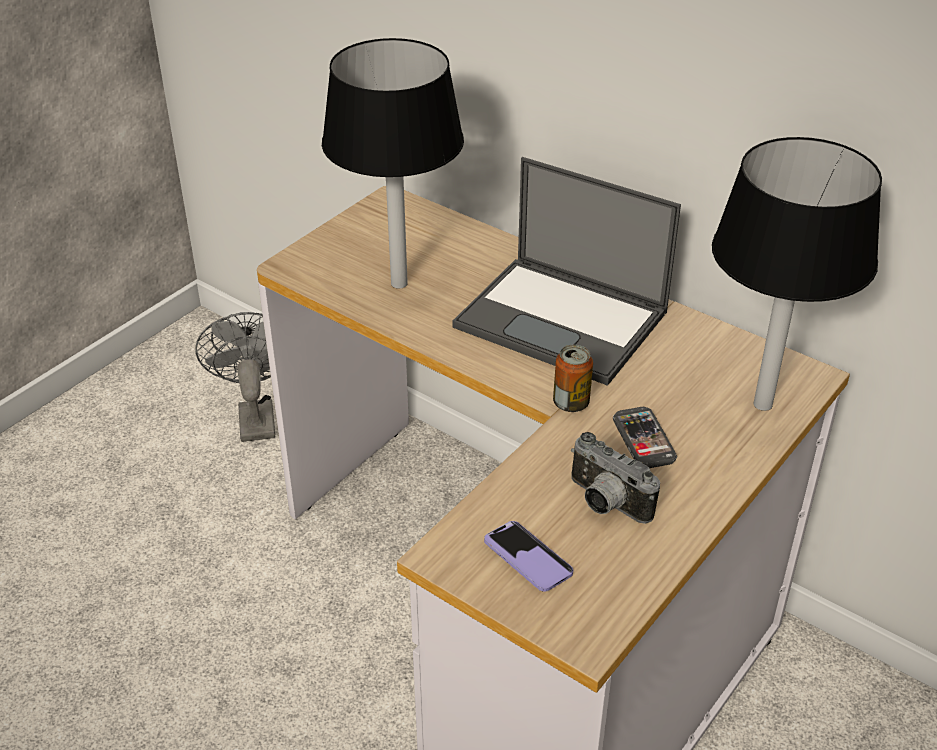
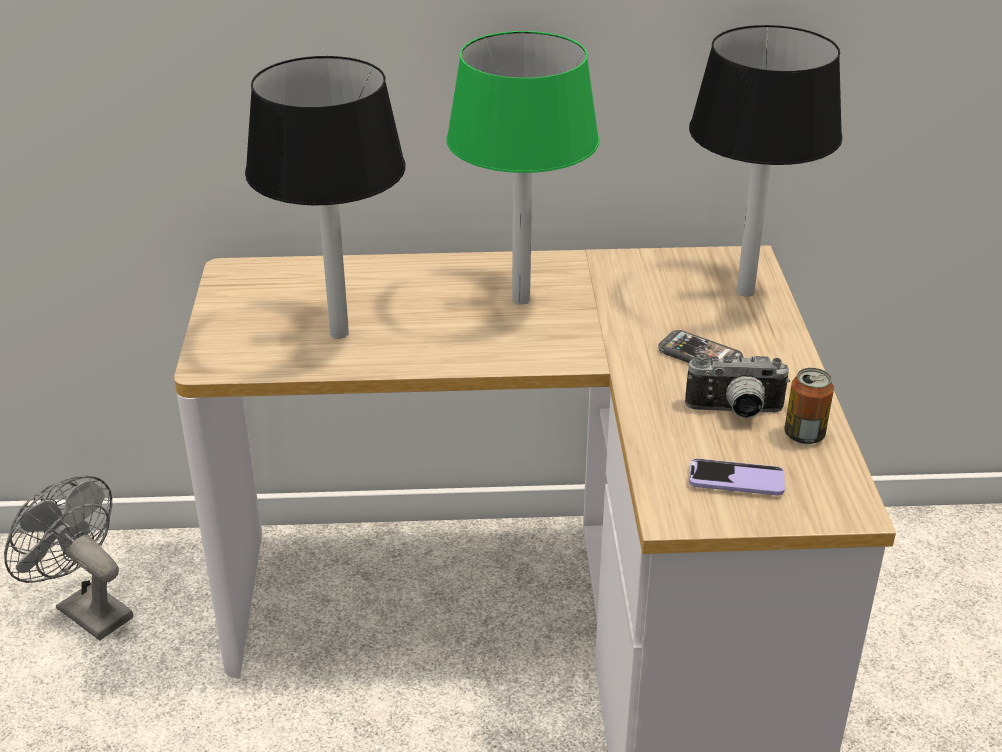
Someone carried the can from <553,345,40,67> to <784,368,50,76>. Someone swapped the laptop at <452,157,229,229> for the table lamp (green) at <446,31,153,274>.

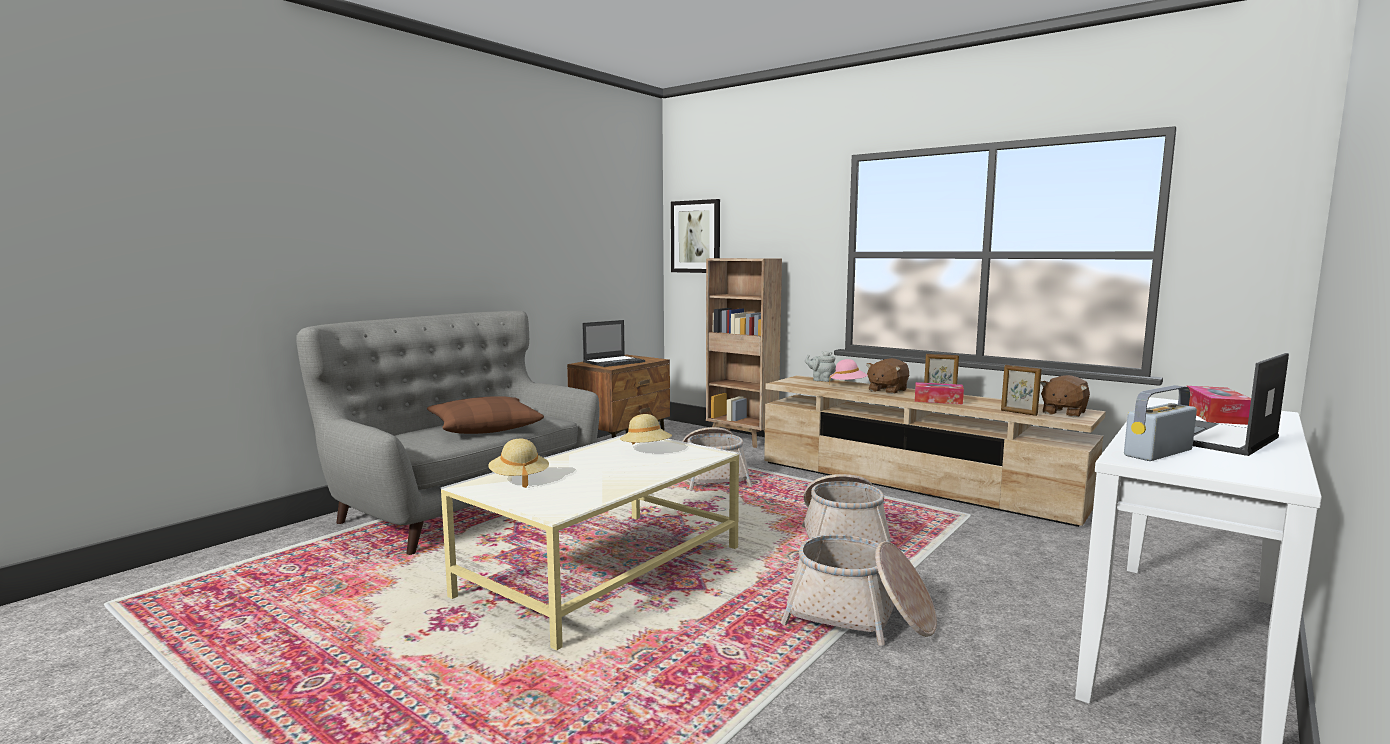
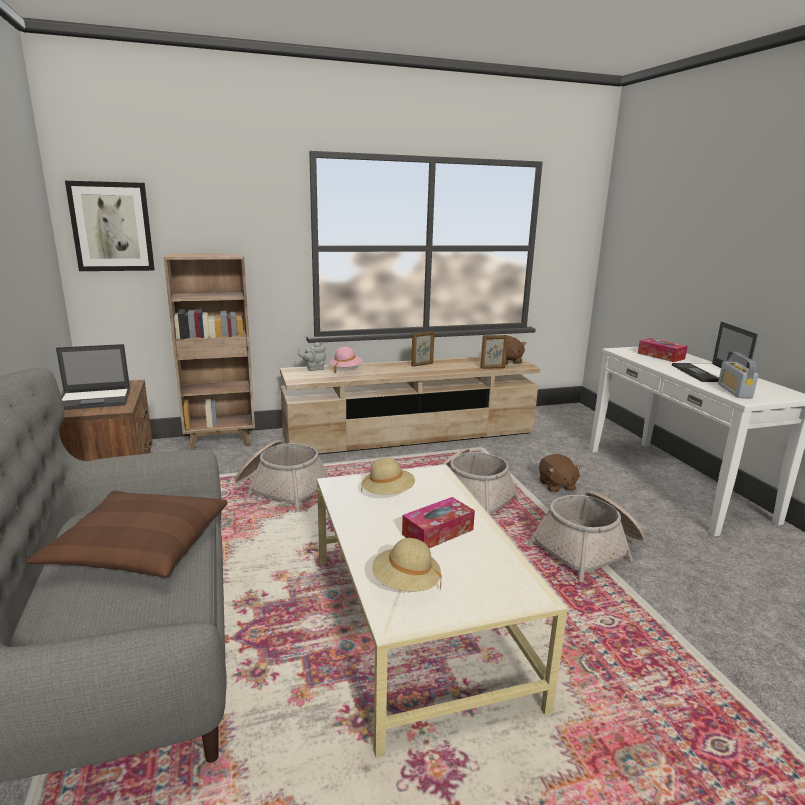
Someone carried the plush toy (brown) from <866,358,43,36> to <539,454,43,39>. Someone carried the tissue box from <915,382,49,22> to <402,497,73,51>. Someone rotated the laptop at <582,320,63,47> by 75 degrees clockwise.

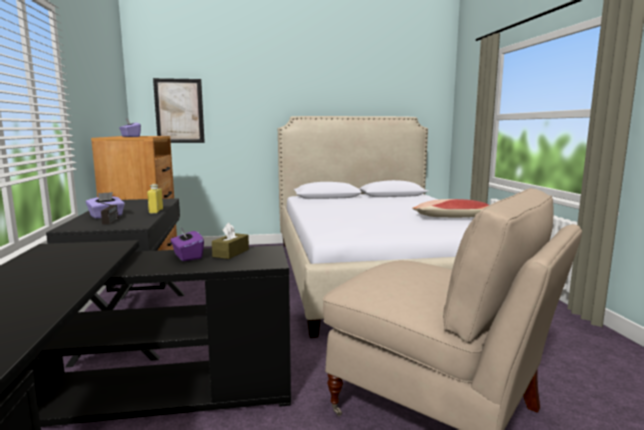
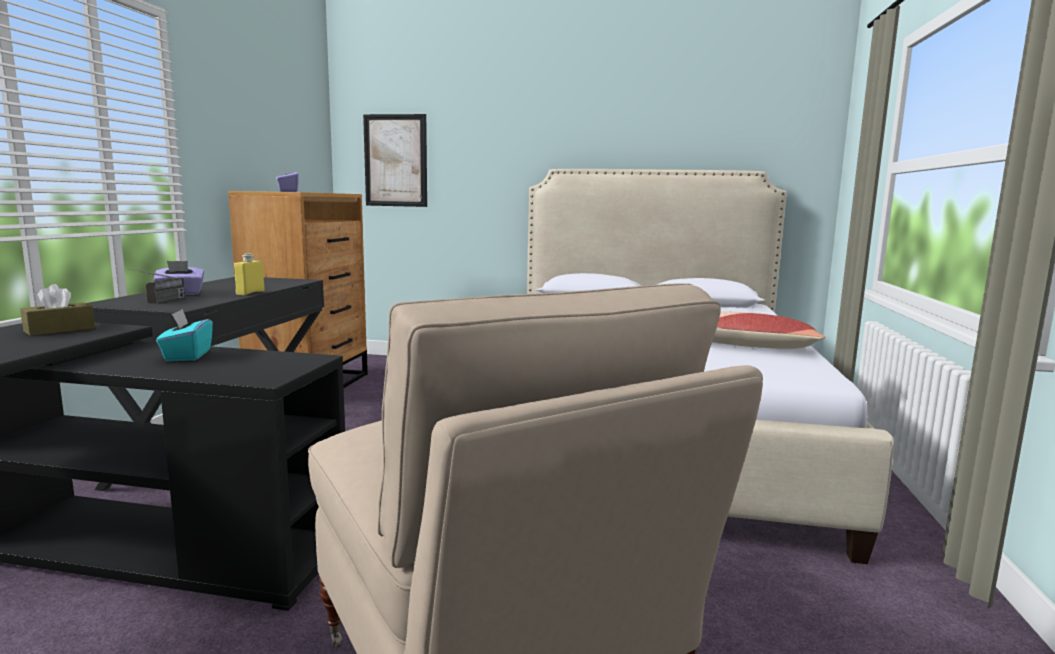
Someone carried the tissue box (brown) from <212,223,37,36> to <20,284,75,52>. Someone repainted the tissue box (purple) at <170,226,34,35>, which became the tissue box (turquoise) at <156,309,57,52>.

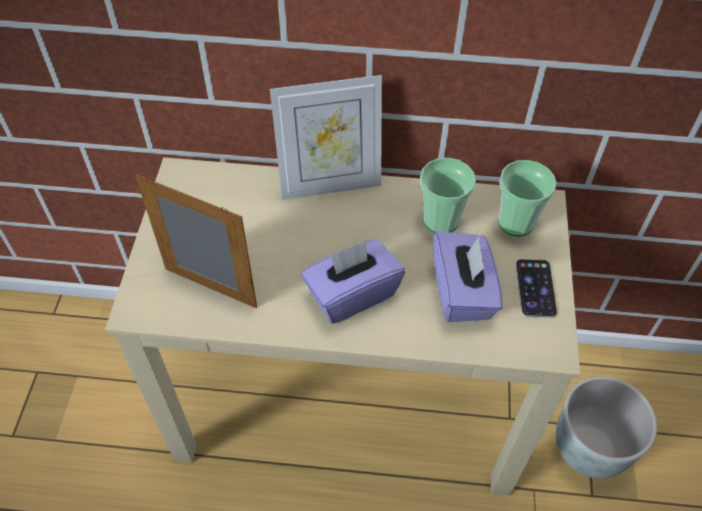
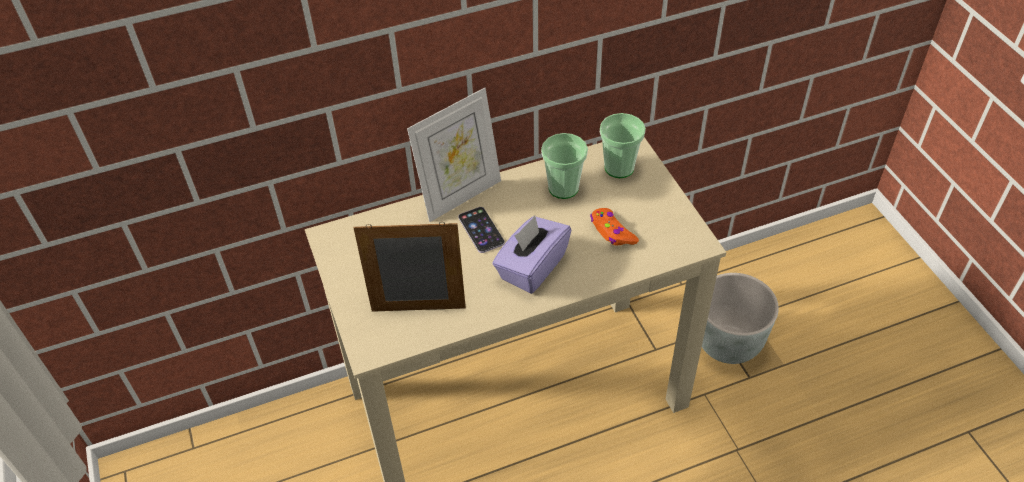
Someone carried the phone from <516,259,41,59> to <458,207,47,46>. Someone swapped the tissue box (purple) at <433,231,70,91> for the game controller (orange) at <590,208,49,38>.

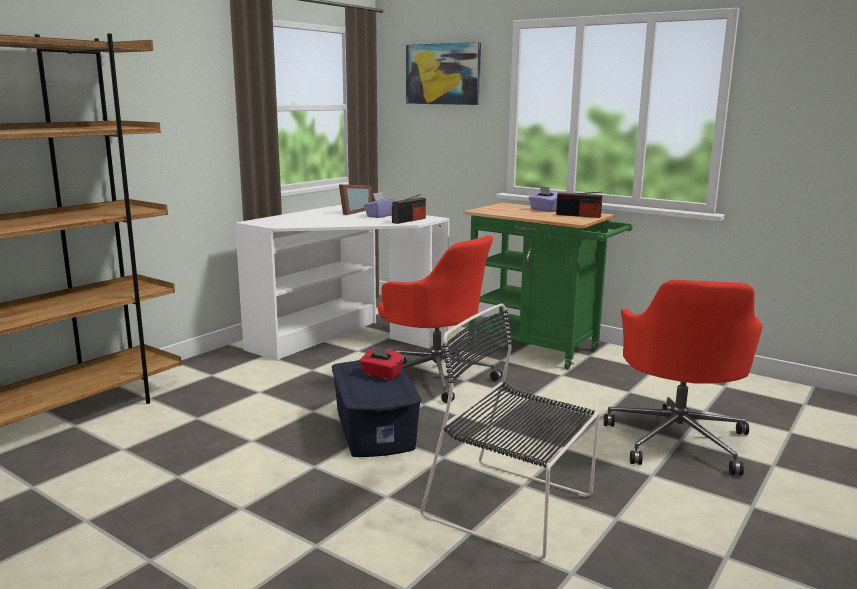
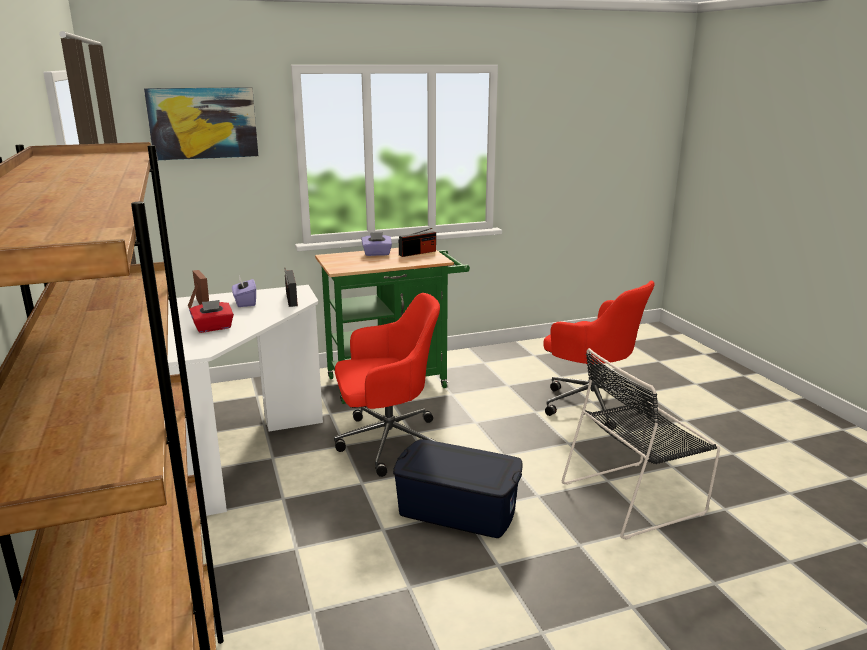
Someone carried the tissue box (red) from <359,346,45,34> to <189,300,45,33>.

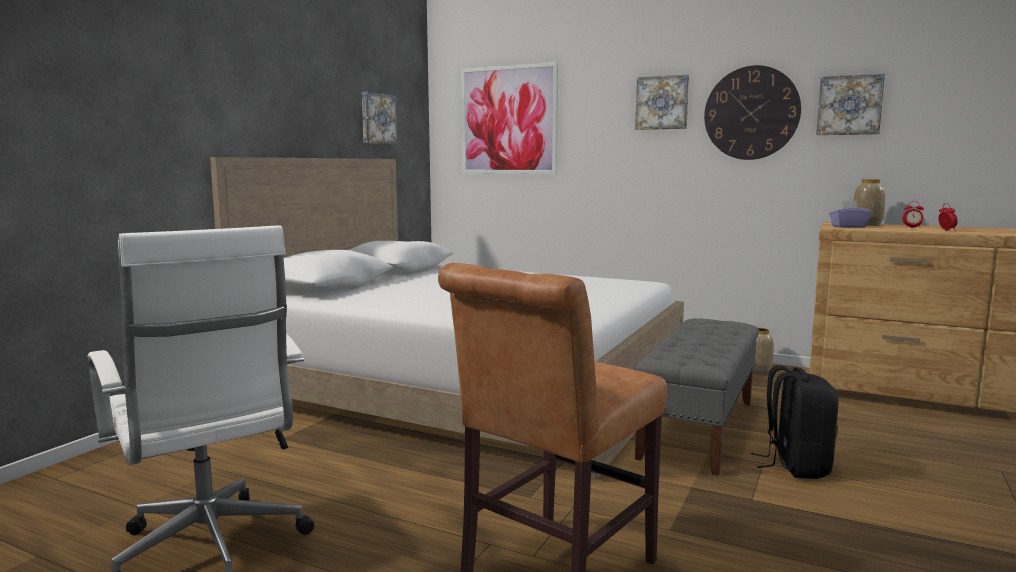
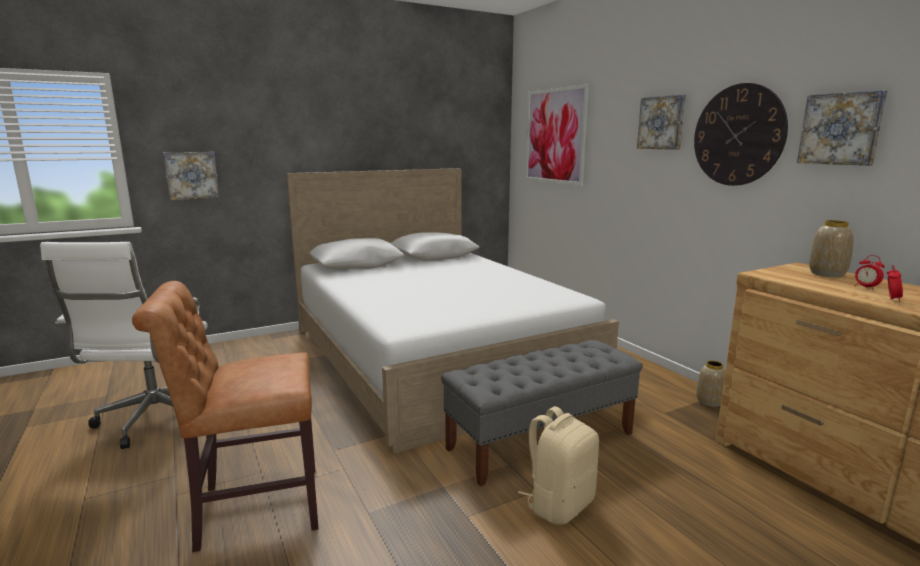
Someone took away the tissue box (purple) at <829,201,42,27>. Someone carried the picture from <362,92,35,52> to <163,152,57,48>. Someone repainted the backpack (black) at <751,366,88,113>, which became the backpack (beige) at <518,406,81,119>.

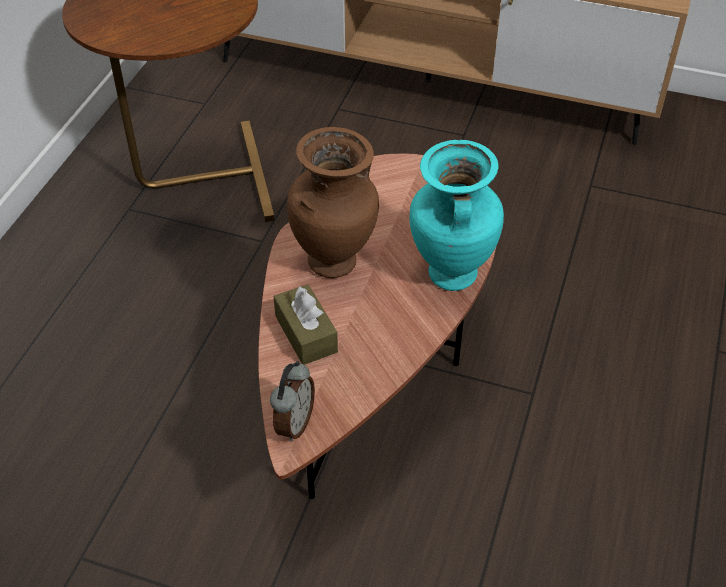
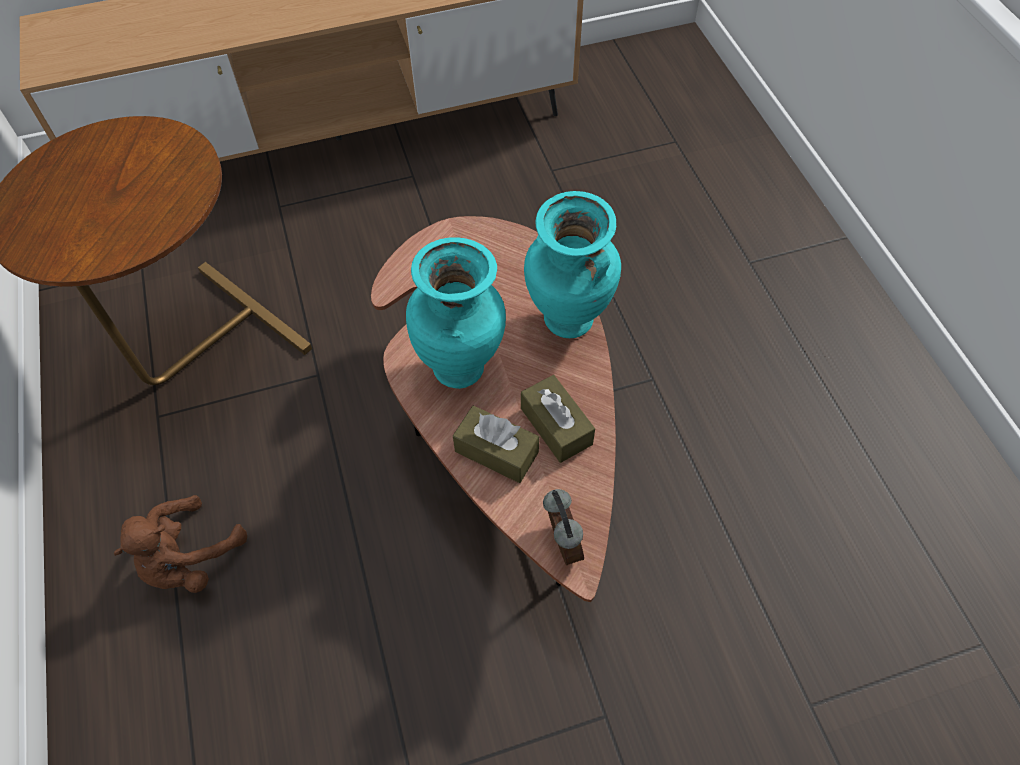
Someone put down the plush toy (brown) at <114,495,133,98>. Someone put down the tissue box (brown) at <521,375,74,88>. Someone repainted the vase (brown) at <287,127,92,151>, which became the vase (turquoise) at <406,237,100,152>.

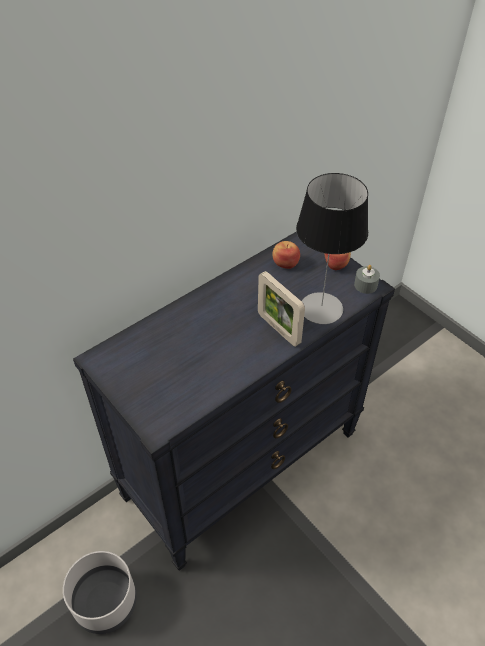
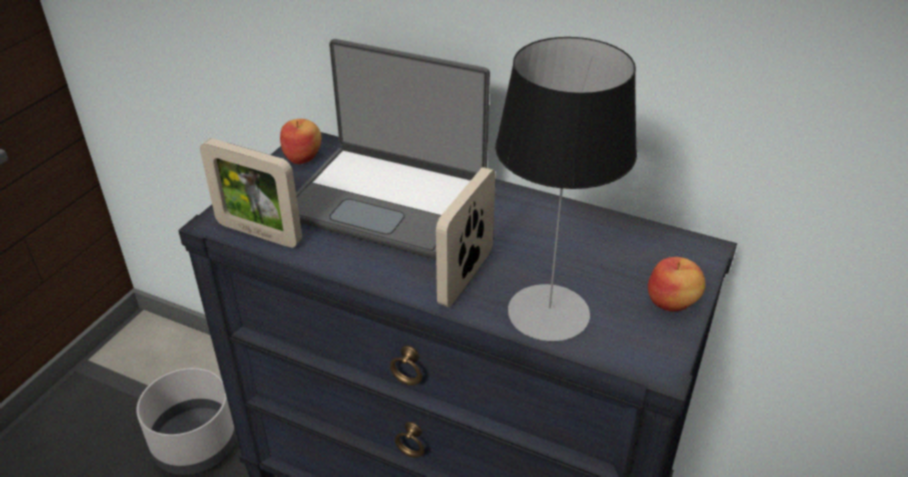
Someone took away the candle (grey) at <354,265,26,29>. Someone put down the picture frame at <200,138,102,110>. Someone put down the laptop at <296,39,194,220>. Someone carried the apple from <272,241,28,28> to <280,119,41,45>.

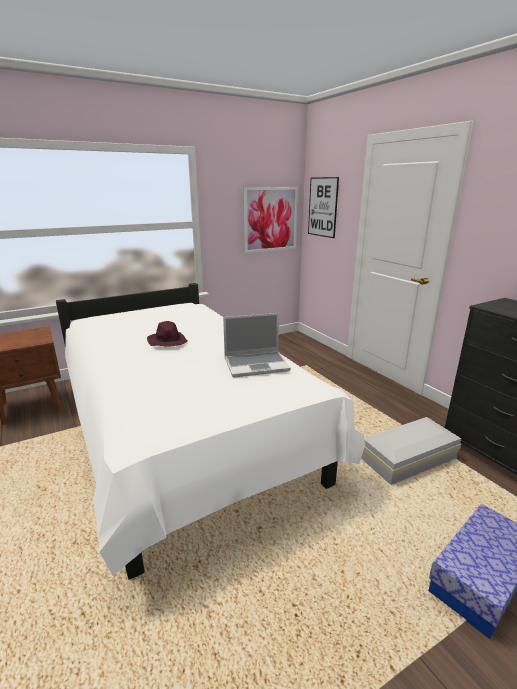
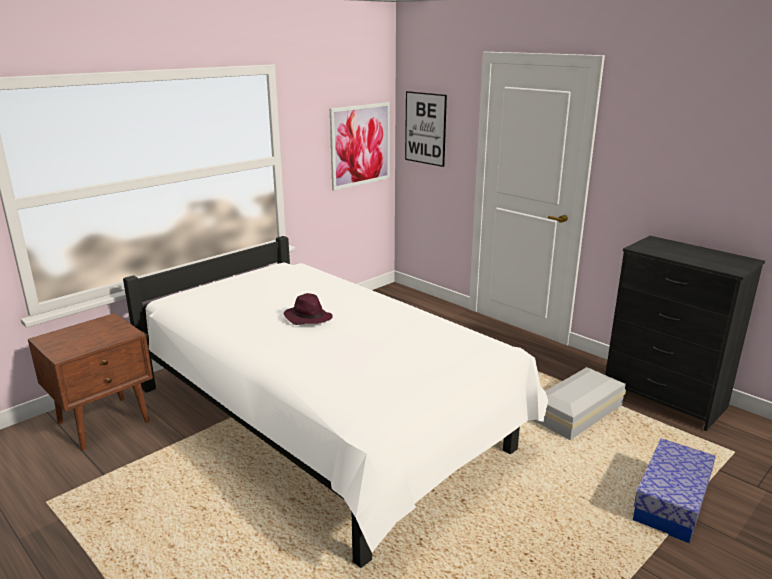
Someone took away the laptop at <223,313,68,64>.

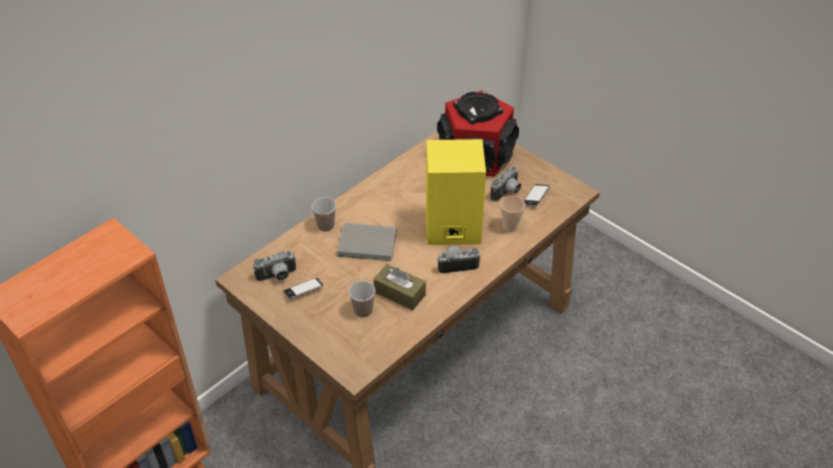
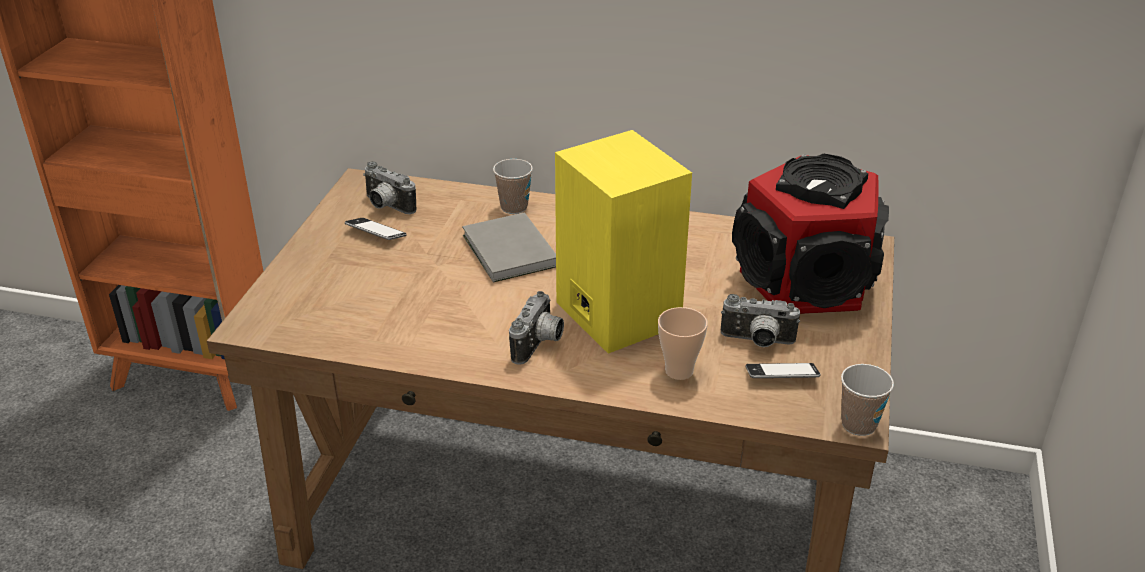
Someone took away the tissue box (brown) at <374,264,52,47>. Someone carried the cup from <348,281,28,36> to <841,364,53,72>. Someone rotated the photo camera at <437,245,43,28> by 60 degrees clockwise.

